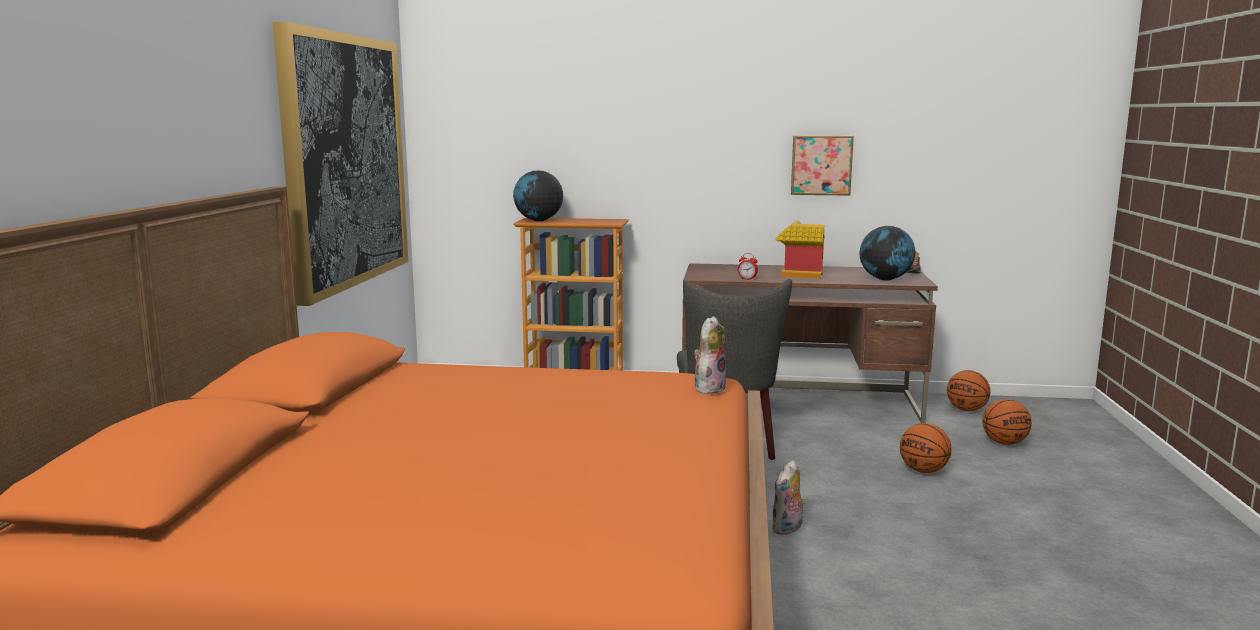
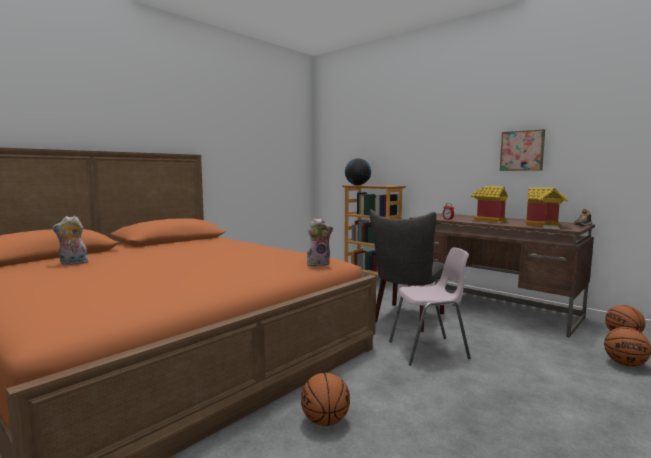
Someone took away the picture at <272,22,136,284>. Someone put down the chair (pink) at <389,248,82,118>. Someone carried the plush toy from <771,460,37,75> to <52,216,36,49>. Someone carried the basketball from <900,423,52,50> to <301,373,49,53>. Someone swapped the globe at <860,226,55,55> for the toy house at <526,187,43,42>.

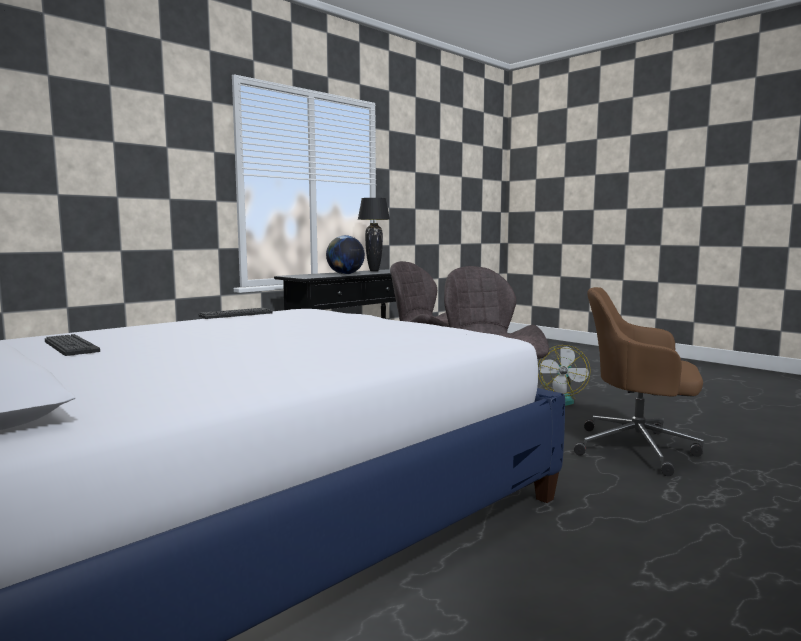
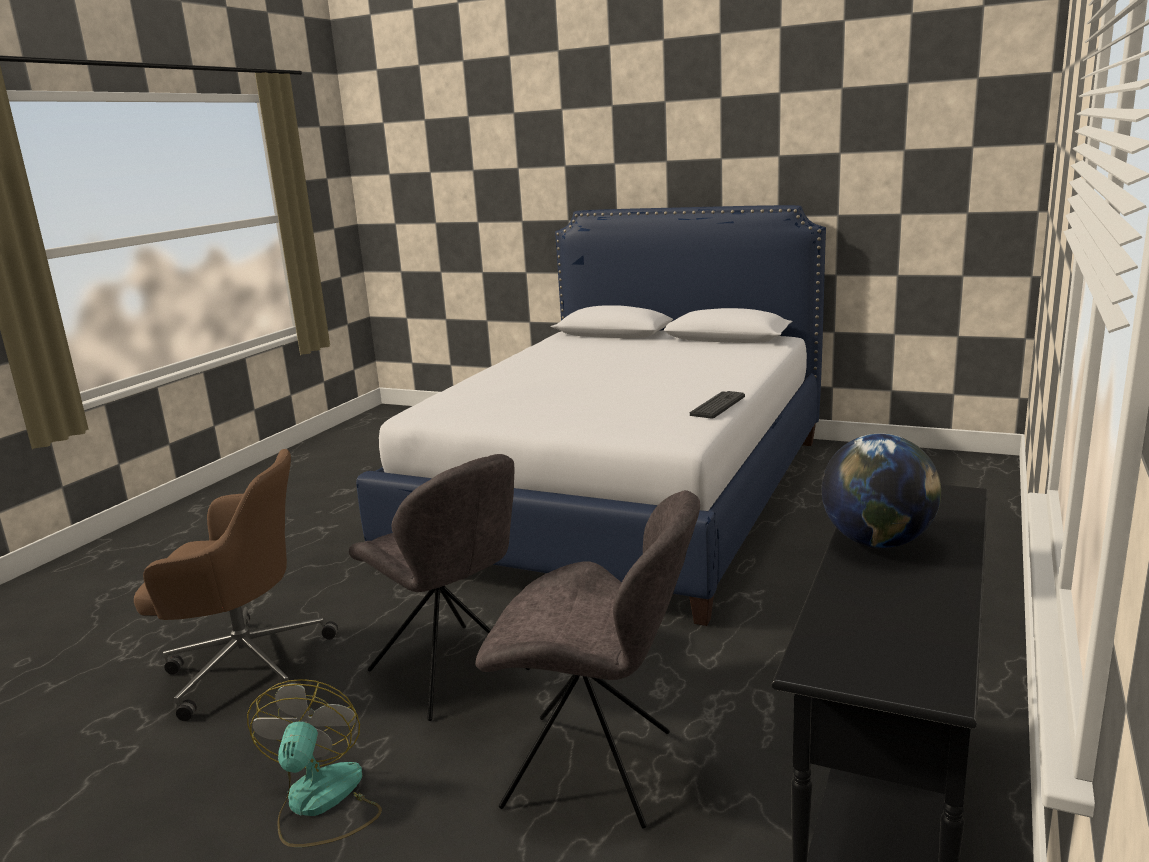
Someone took away the keyboard at <45,334,55,22>. Someone took away the table lamp (black) at <358,198,32,73>.

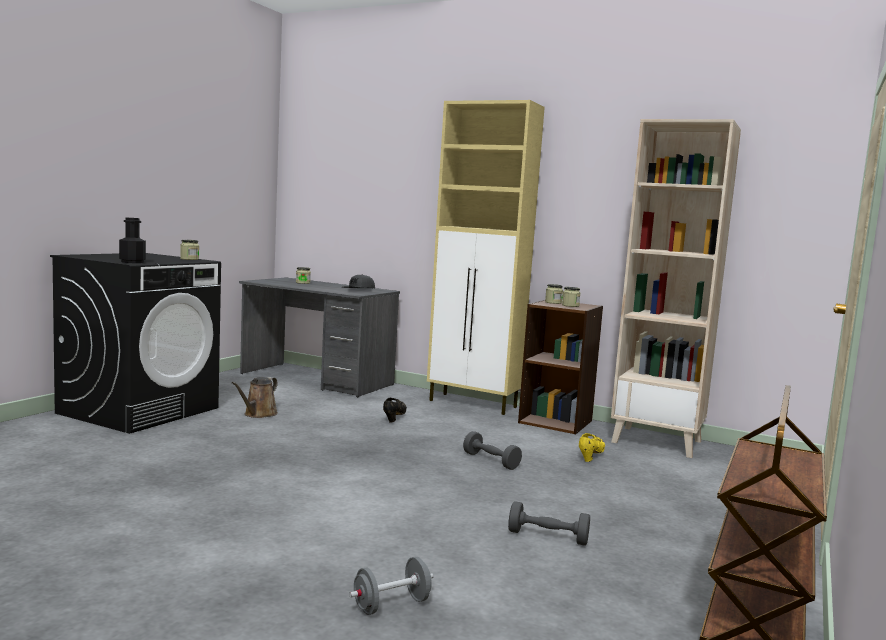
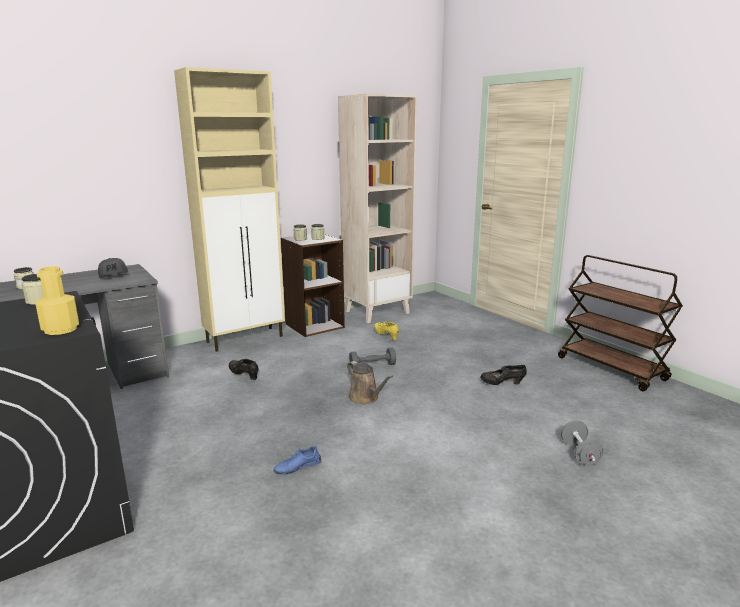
Someone put down the shoe (blue) at <274,445,47,30>. Someone carried the watering can (brown) from <232,377,46,41> to <347,361,46,43>. Someone swapped the dumbbell (grey) at <508,501,82,45> for the shoe (black) at <480,365,47,20>. Someone repainted the bottle (black) at <119,218,27,45>, which became the bottle (yellow) at <35,266,44,69>.

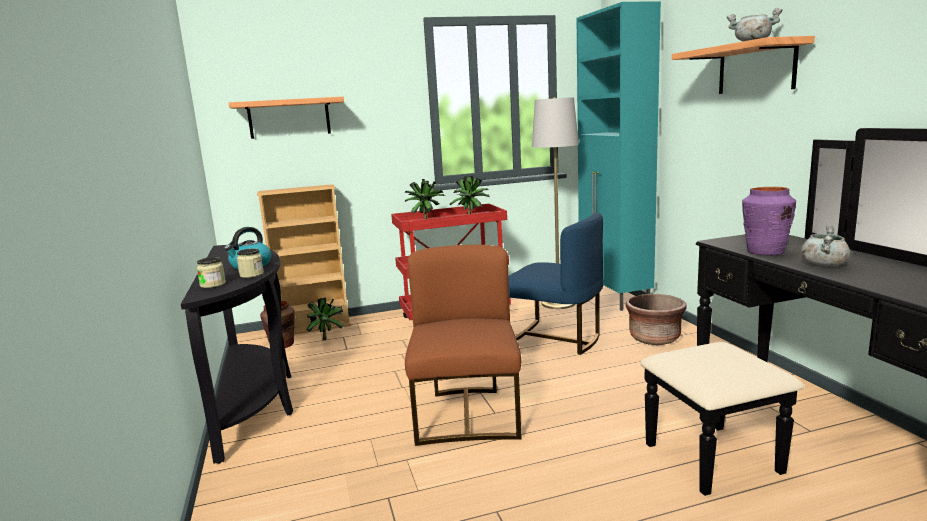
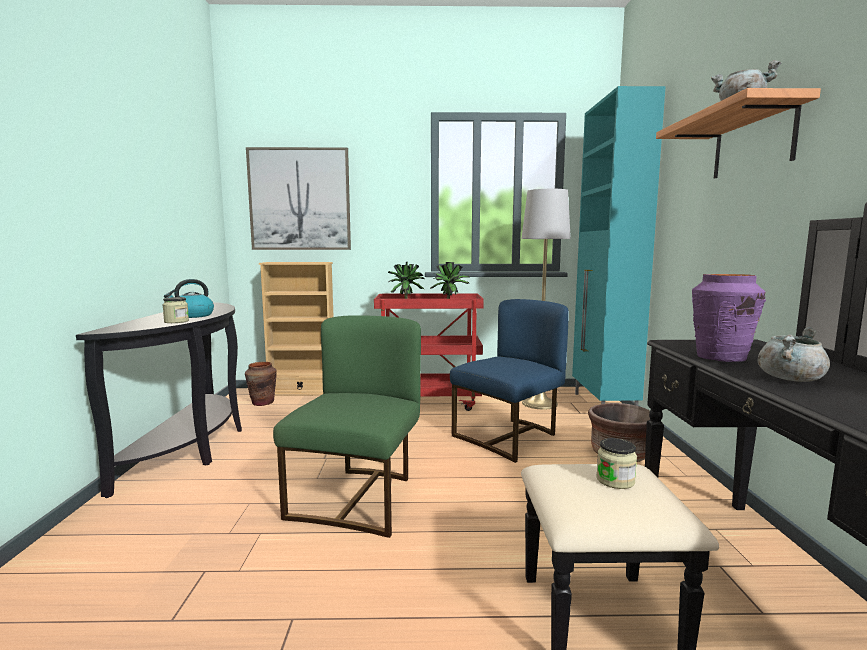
Someone took away the potted plant at <306,298,38,42>. Someone carried the jar from <197,257,29,31> to <596,438,41,51>. Someone swapped the shelf at <229,97,115,42> for the picture at <246,147,105,103>. Someone repainted the chair (brown) at <405,245,117,201>, which became the chair (green) at <273,315,148,223>. Someone rotated the chair (blue) at <508,213,95,142> by 90 degrees counterclockwise.

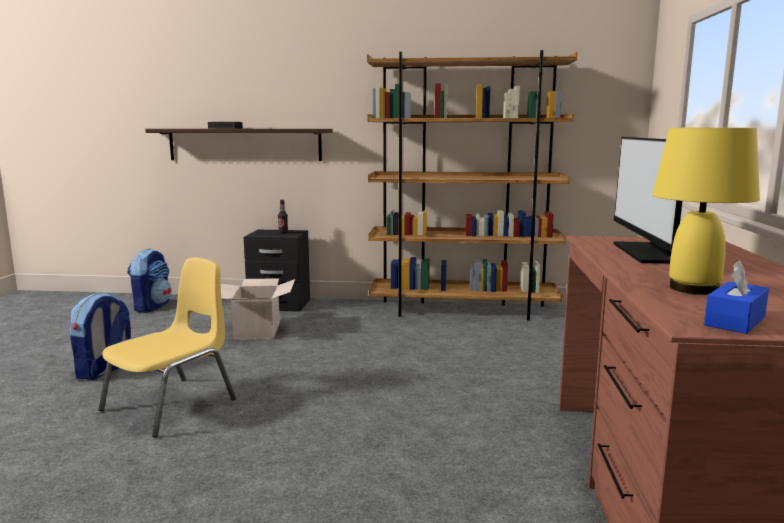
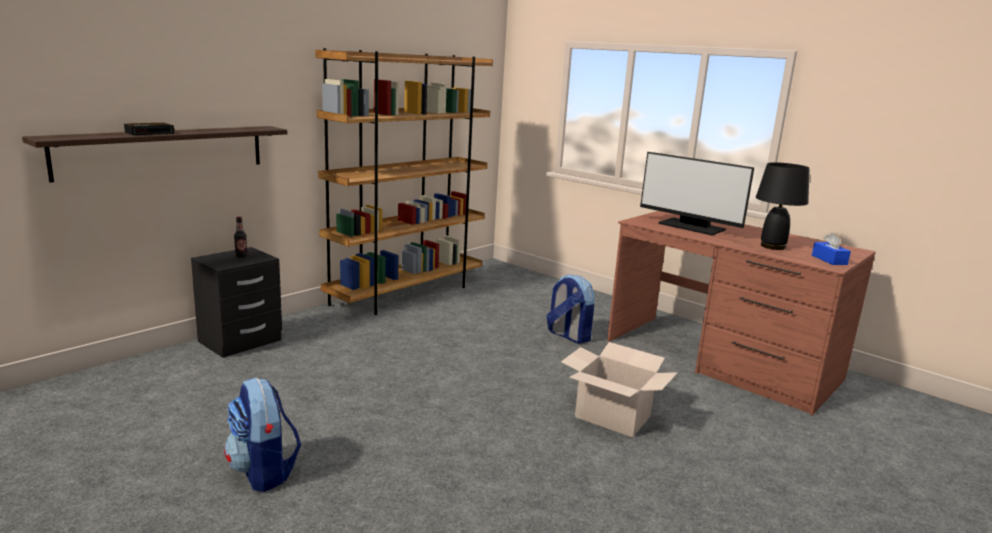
Someone took away the chair (yellow) at <99,258,137,179>. Someone carried the backpack from <128,249,43,64> to <547,274,47,70>. Someone carried the cardboard box from <221,278,74,62> to <561,342,117,95>. Someone repainted the table lamp (yellow) at <652,128,108,167>, which became the table lamp (black) at <756,162,54,88>.

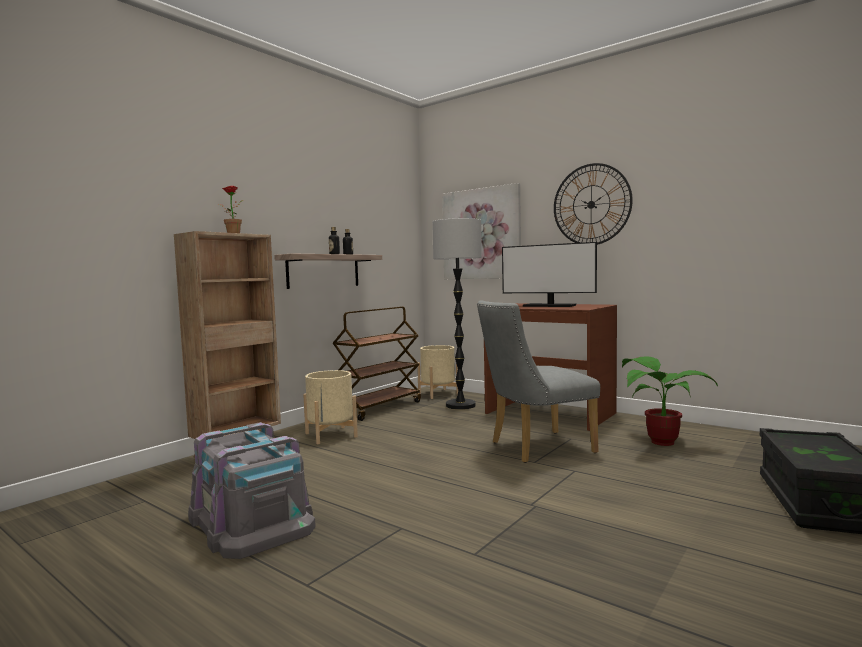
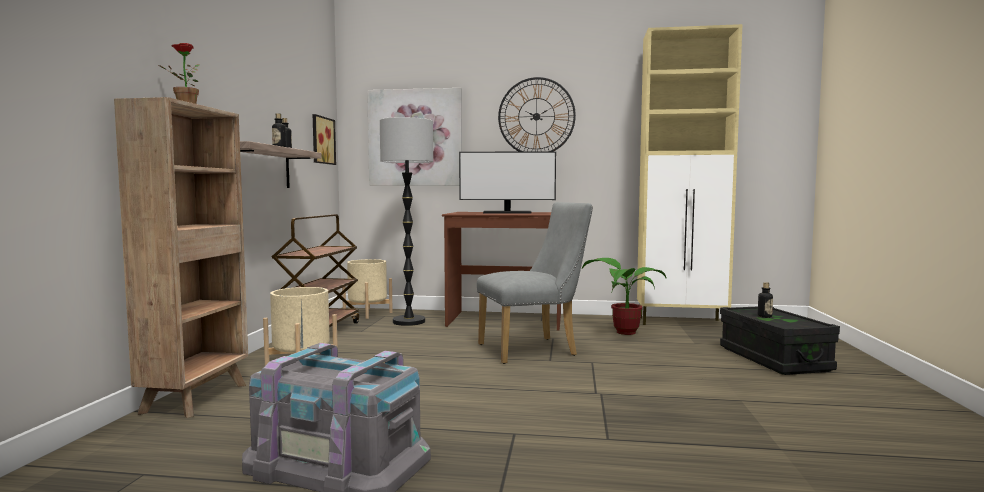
Someone put up the picture at <313,114,23,51>. Someone put down the cabinet (beige) at <637,24,106,301>. Someone put down the bottle at <758,282,15,36>. Someone rotated the chair (grey) at <477,300,123,163> by 150 degrees counterclockwise.

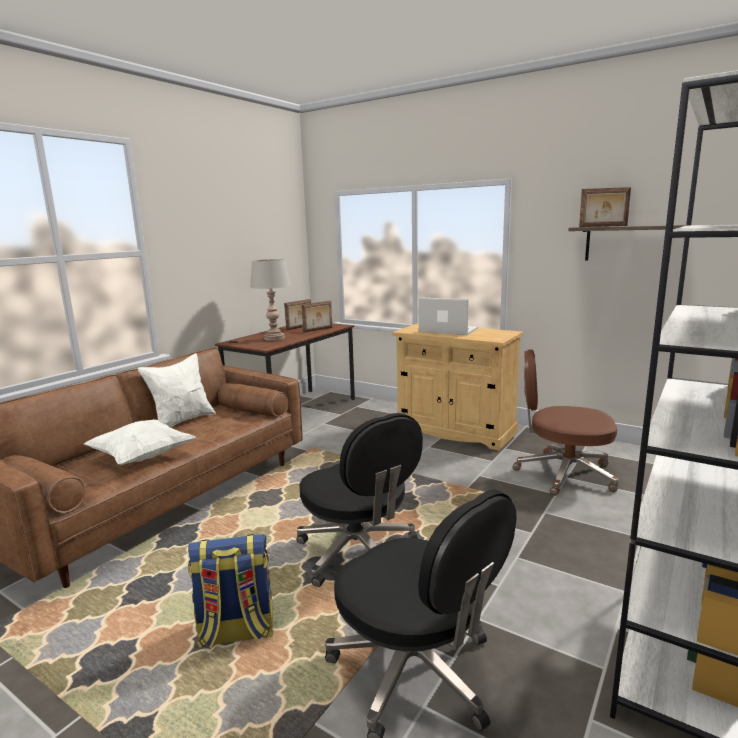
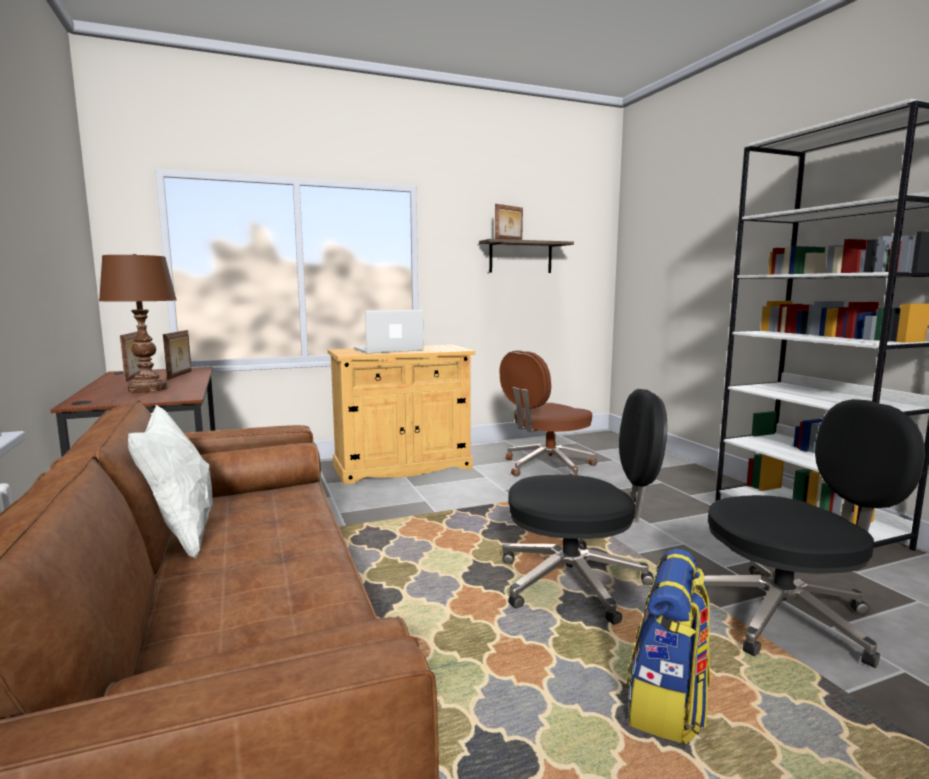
Someone took away the pillow (white) at <84,419,112,46>. Someone repainted the table lamp (grey) at <250,259,41,82>, which became the table lamp (brown) at <99,254,78,139>.

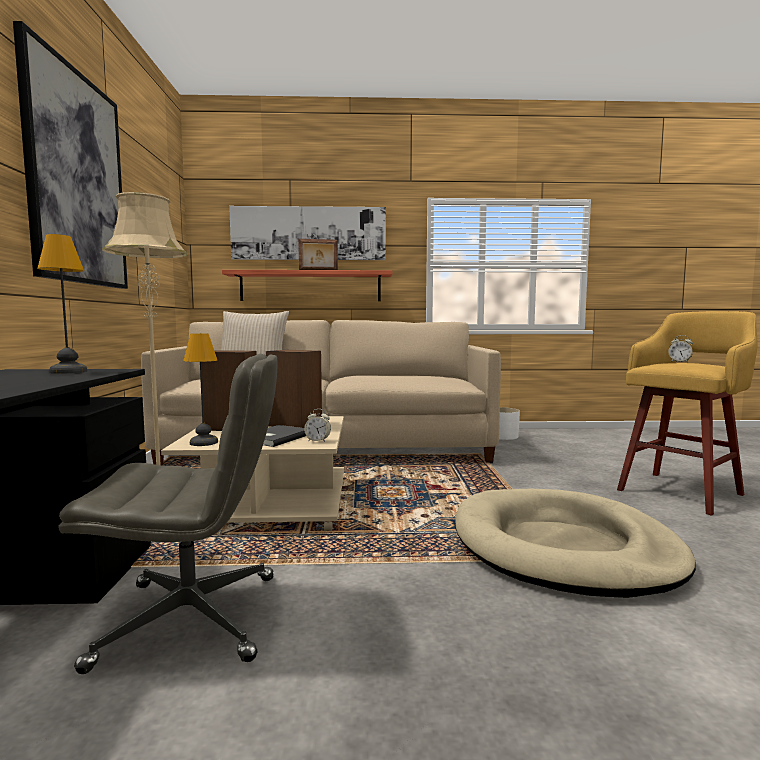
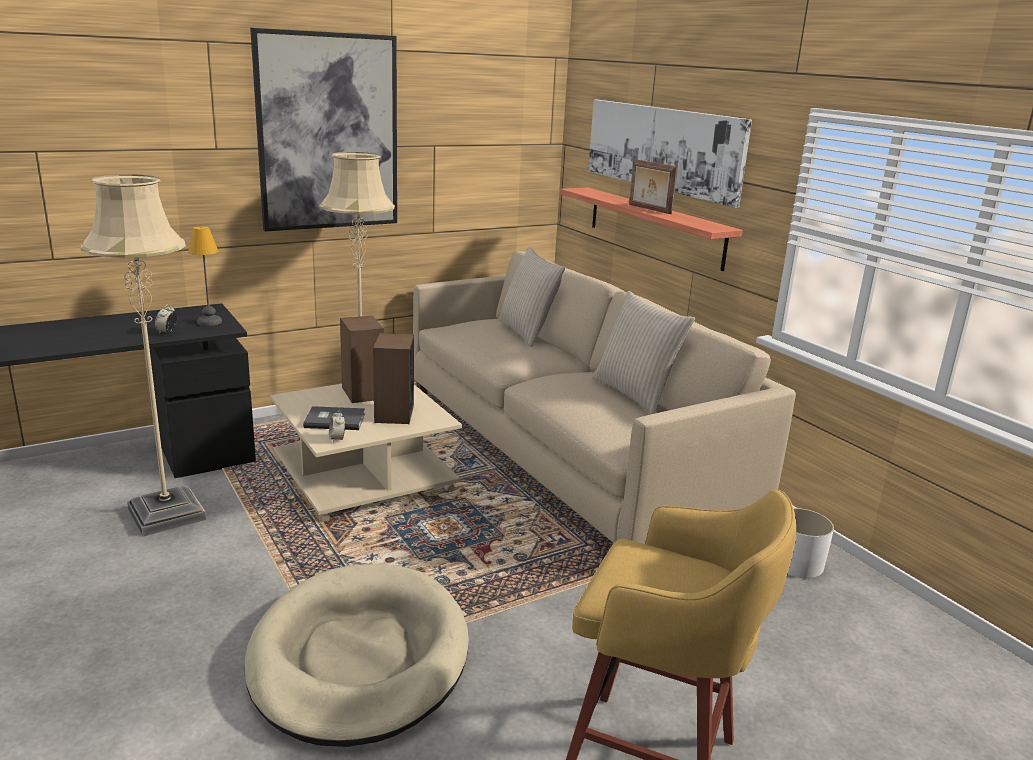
Someone took away the table lamp at <183,333,35,113>. Someone put down the pillow (beige) at <592,291,103,123>. Someone carried the alarm clock from <668,335,25,27> to <155,304,22,30>. Someone swapped the office chair (grey) at <59,354,218,320> for the floor lamp (beige) at <81,174,125,363>.

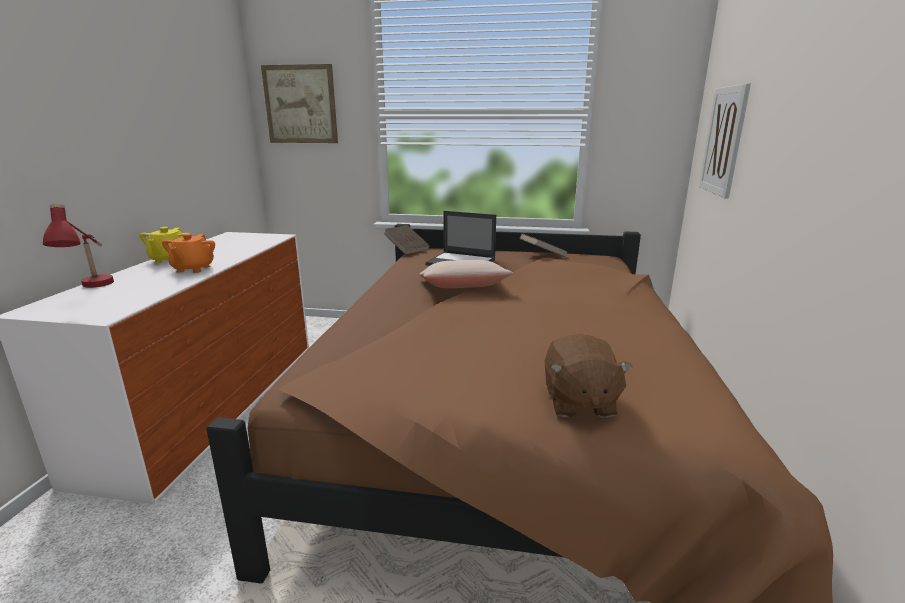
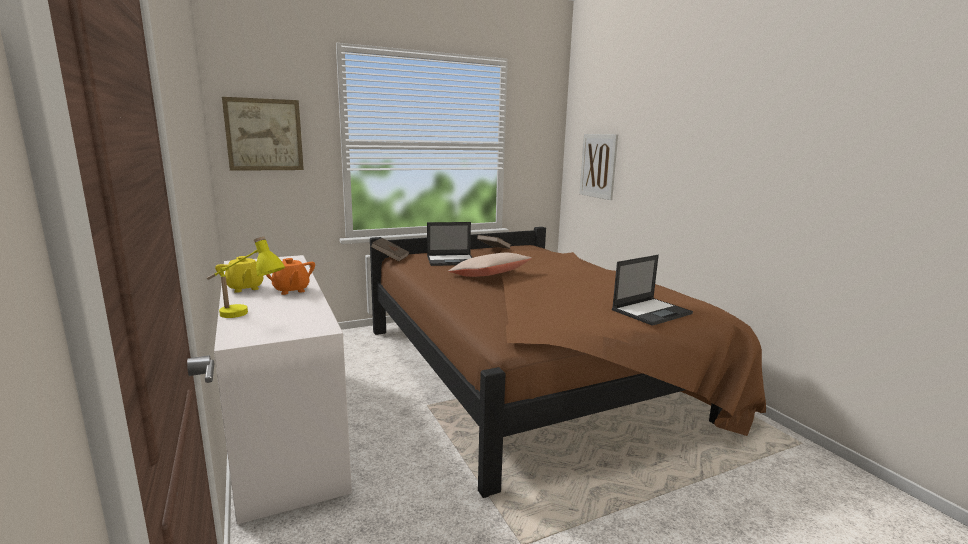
Someone swapped the plush toy (brown) at <544,334,88,84> for the laptop at <612,255,81,71>. Someone repainted the table lamp (red) at <43,204,71,84>, which became the table lamp (yellow) at <207,237,78,81>.

